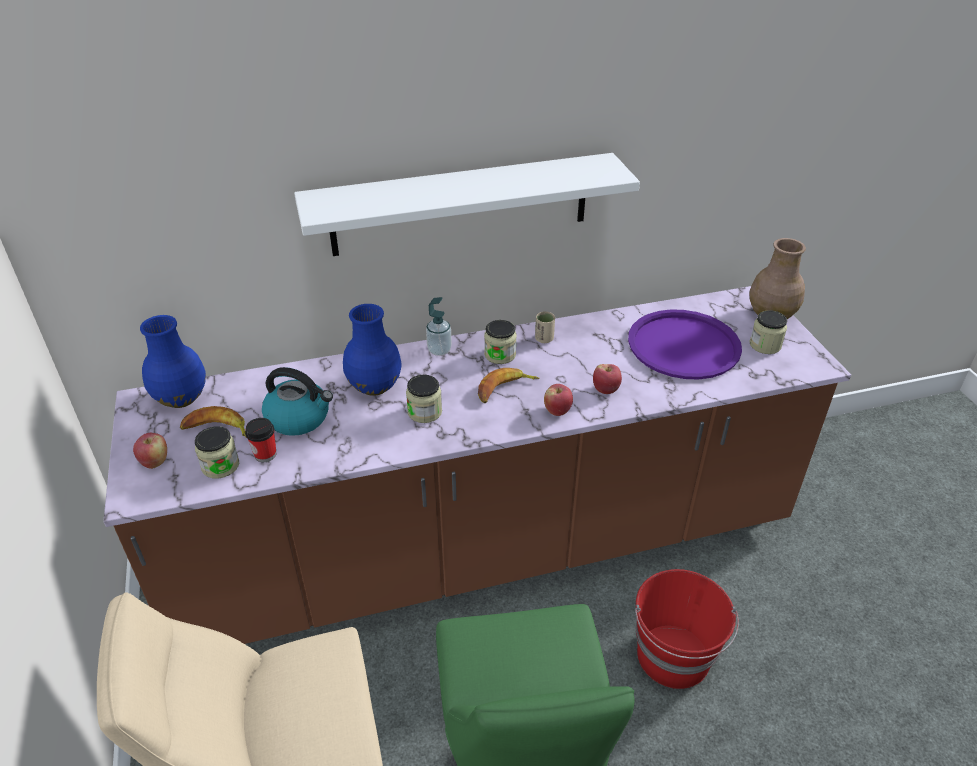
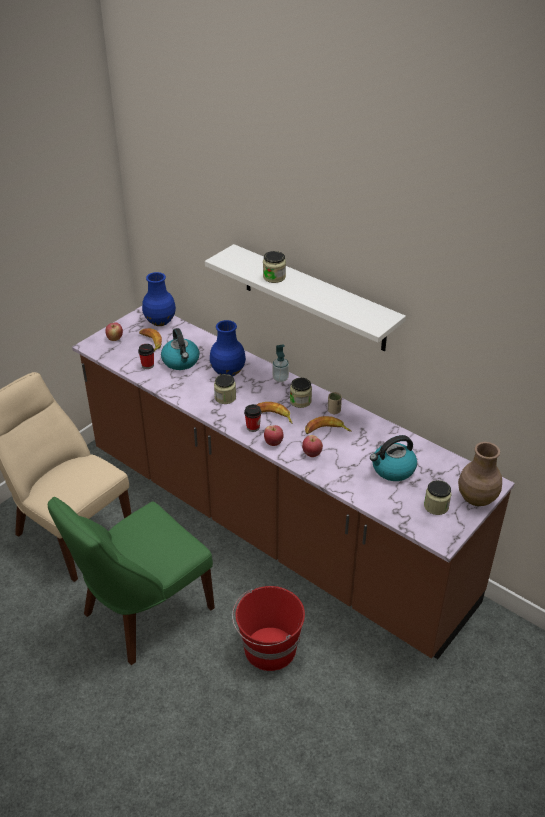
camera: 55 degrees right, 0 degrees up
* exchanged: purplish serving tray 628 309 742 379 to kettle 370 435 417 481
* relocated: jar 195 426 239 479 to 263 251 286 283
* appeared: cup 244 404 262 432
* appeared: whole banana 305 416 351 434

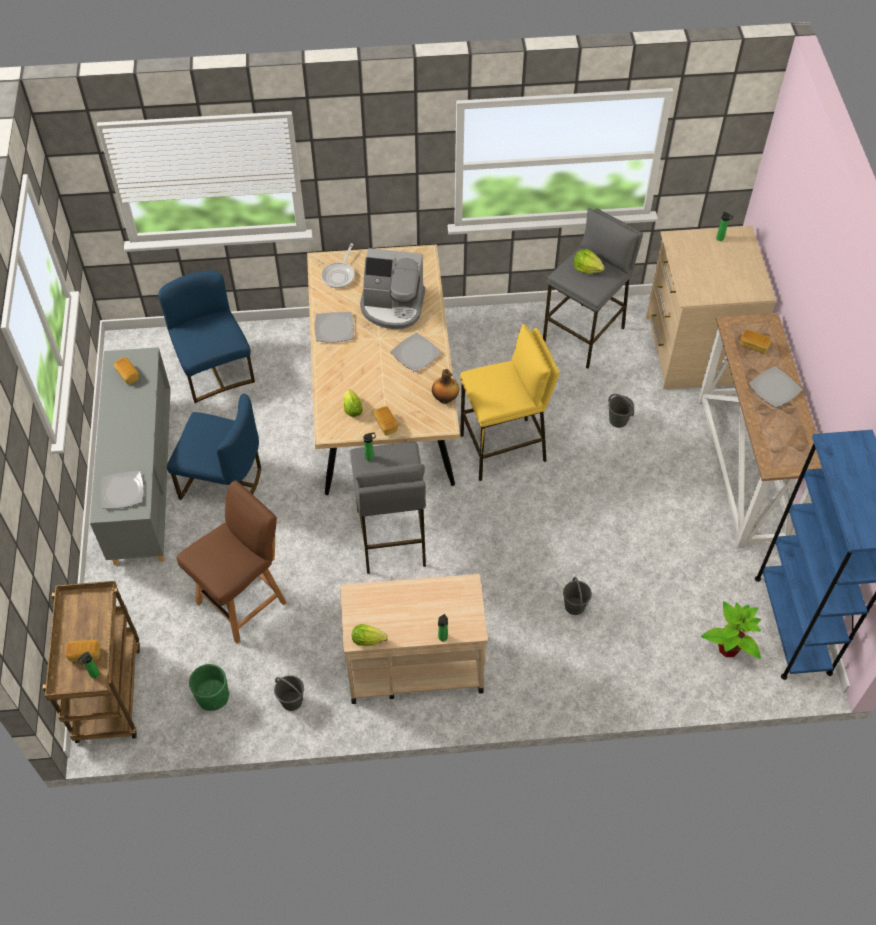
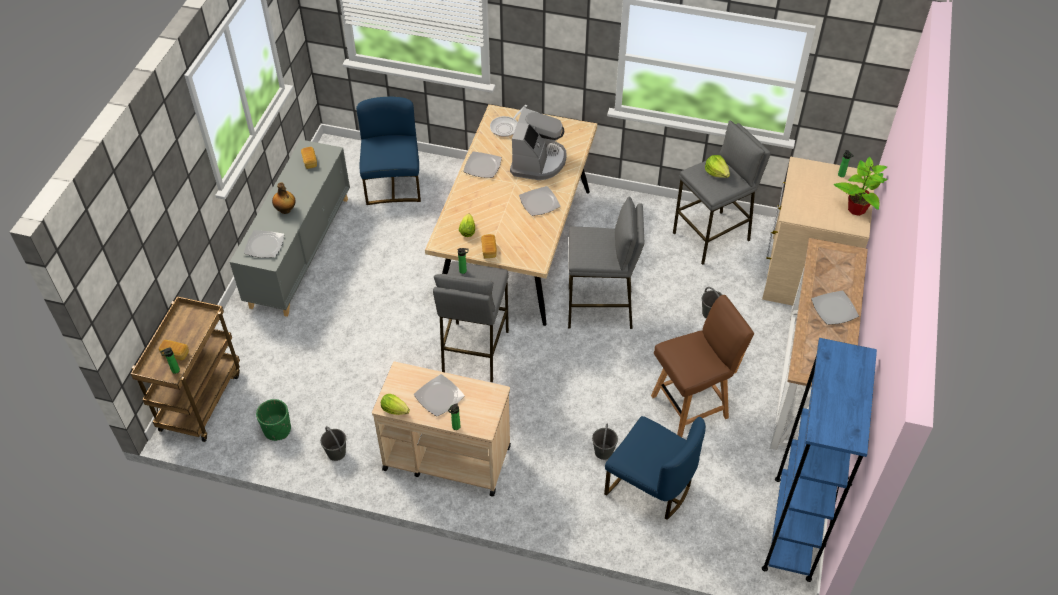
camera: 20 degrees right, 5 degrees down
* spun: coffee maker 360 248 425 329 = 510 107 566 180 105 degrees counterclockwise
* colour: yellowish stool seat 460 324 560 481 to gray stool seat 568 196 644 329
* missing: bread 740 330 771 353
* relocated: bottle 432 369 459 404 to 272 182 296 214
* relocated: blue upright chair 167 393 261 500 to 604 416 706 520
* relocated: brown-coloured upright chair 177 481 287 644 to 651 295 754 437
* relocated: houseplant 701 602 761 659 to 834 157 888 216
* appeared: dinner plate 414 374 465 417

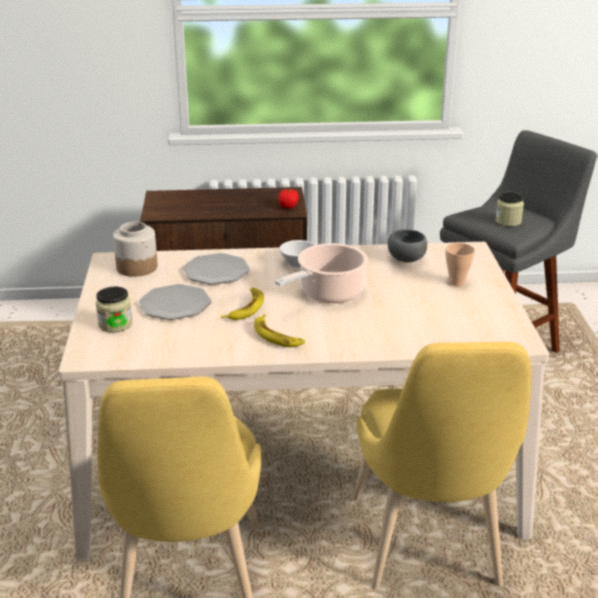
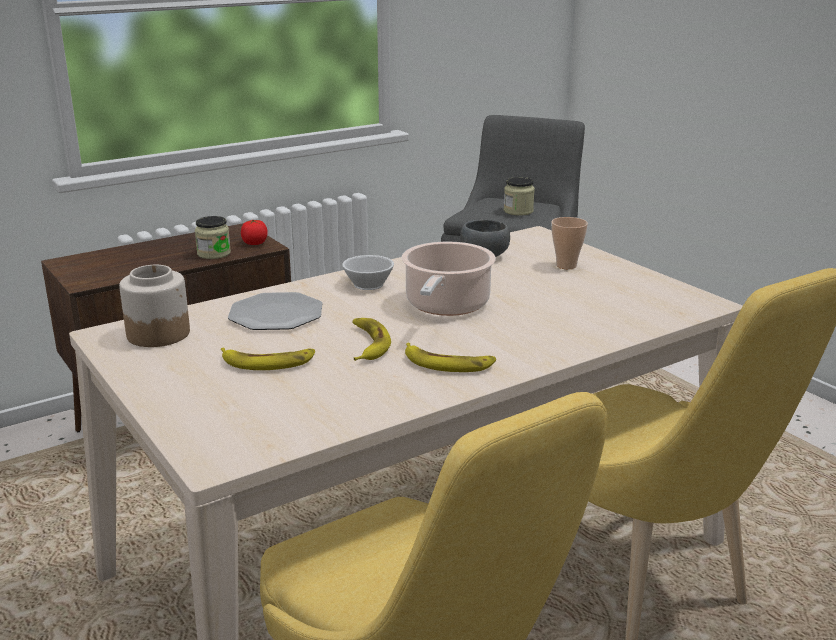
camera: 30 degrees left, 5 degrees down
* exchanged: dinner plate 139 284 211 320 to whole banana 221 348 315 370
* relocated: jar 96 286 132 333 to 195 216 231 259

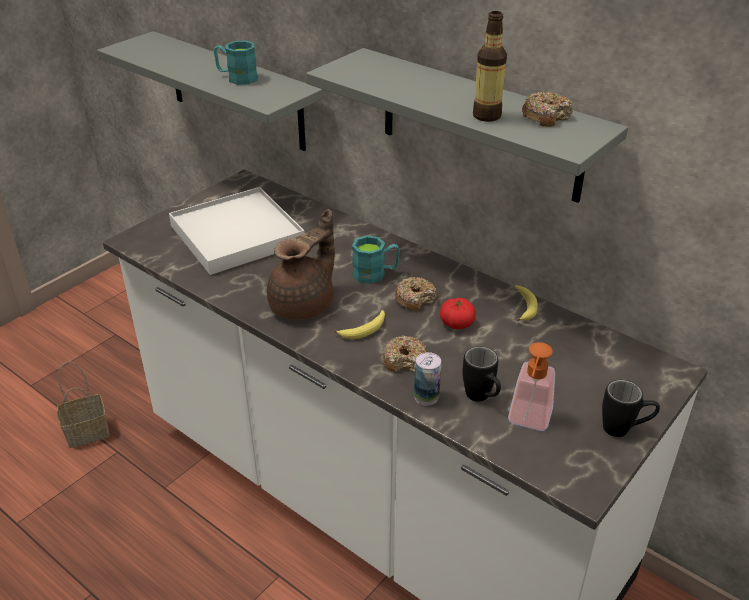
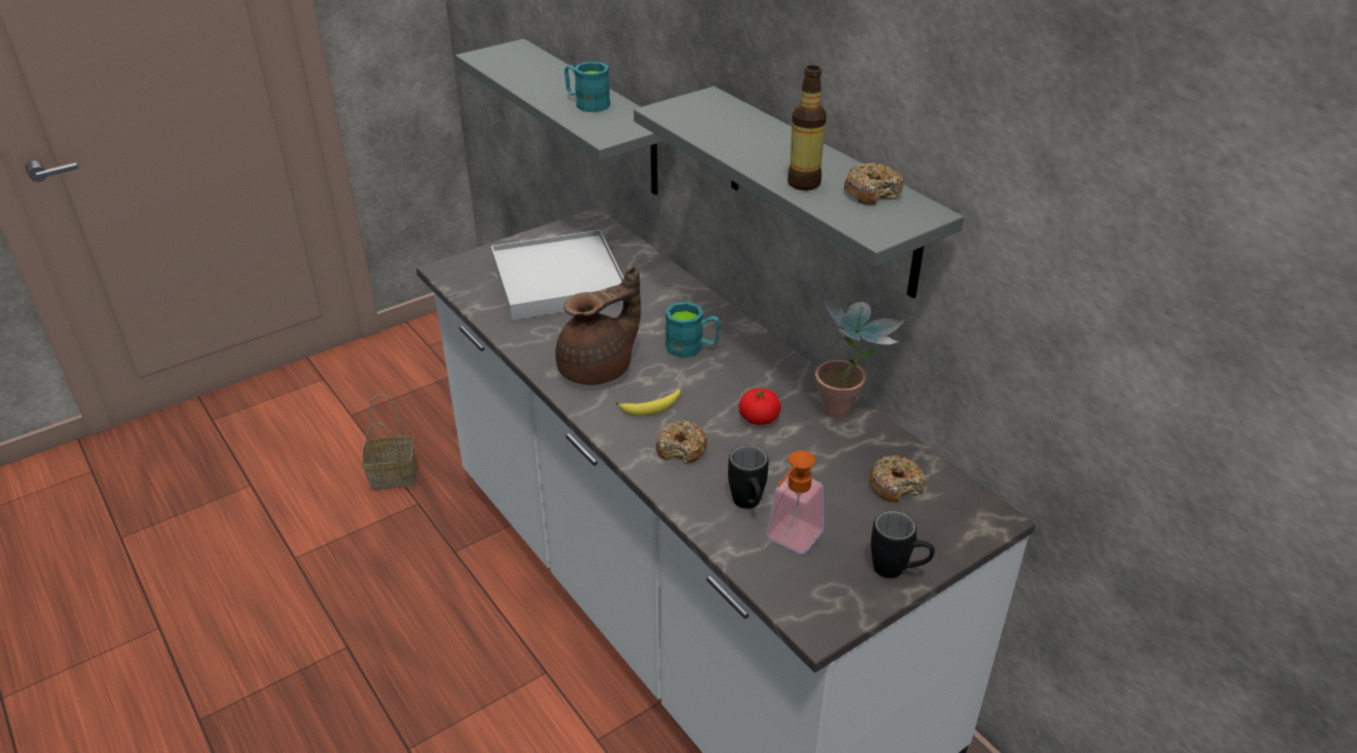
camera: 15 degrees right, 0 degrees up
* relocated: doughnut 395 277 437 311 to 869 455 925 502
* exchanged: whole banana 514 285 538 321 to houseplant 815 299 905 418
* missing: sealed can 414 352 441 406

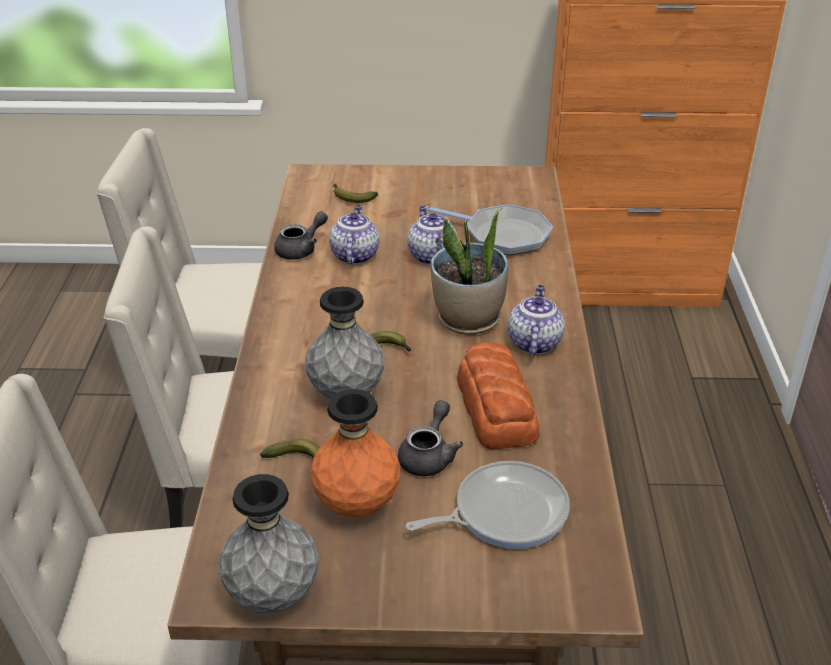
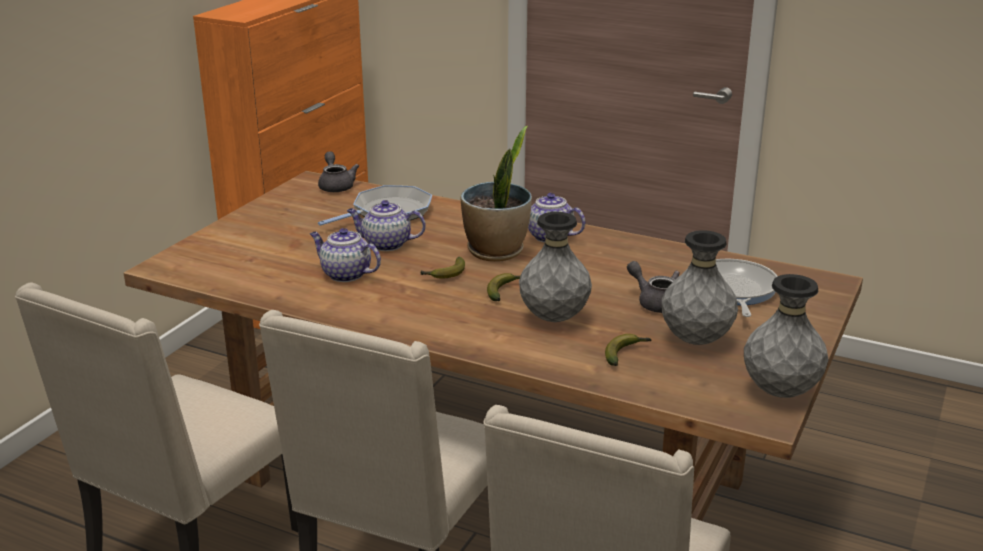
camera: 65 degrees left, 10 degrees down
* relocated: whole banana 333 183 378 203 to 420 257 465 278
* relocated: gray pot for tea 274 211 328 260 to 318 151 359 192
* missing: bread 457 342 540 450
* colour: orangey flower vase 310 389 401 518 to gray flower vase 662 230 738 345

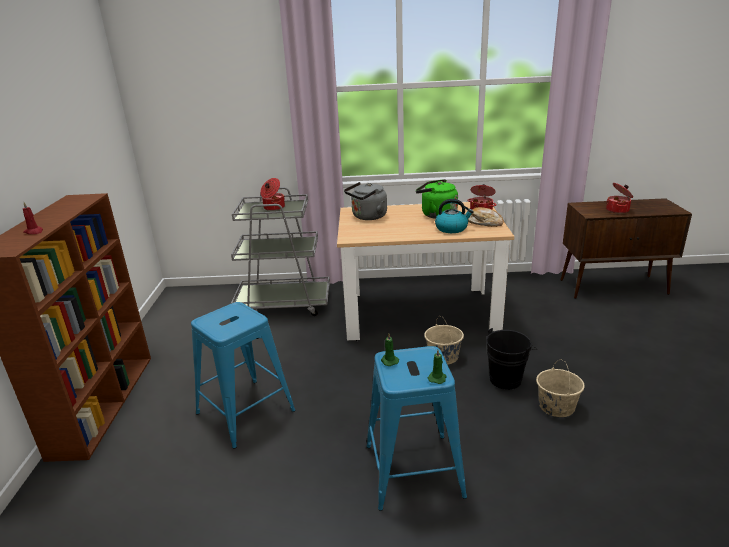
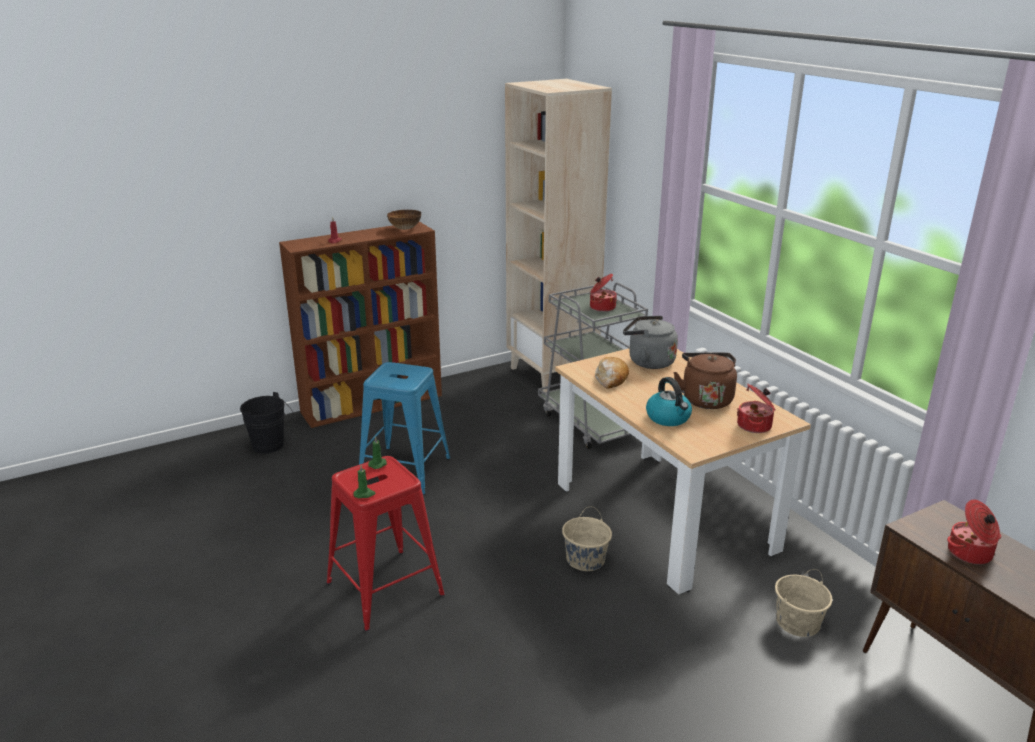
camera: 60 degrees right, 0 degrees up
* colour: green kettle 416 179 458 219 to brown-coloured kettle 673 353 737 409
* relocated: bread 468 207 504 227 to 595 357 629 389
* relocated: black pail 486 328 538 390 to 240 392 293 454
* colour: blue stool seat 367 346 467 511 to red stool seat 326 456 445 631
* relocated: sand-coloured pail 536 360 585 417 to 775 569 832 637
* appeared: sand-coloured bookshelf 505 79 612 392
* appeared: bowl 387 210 421 230

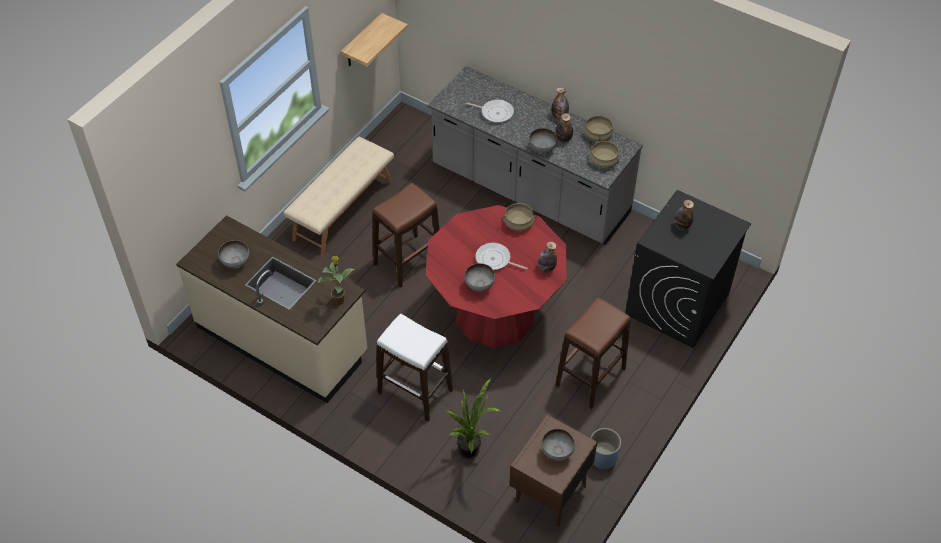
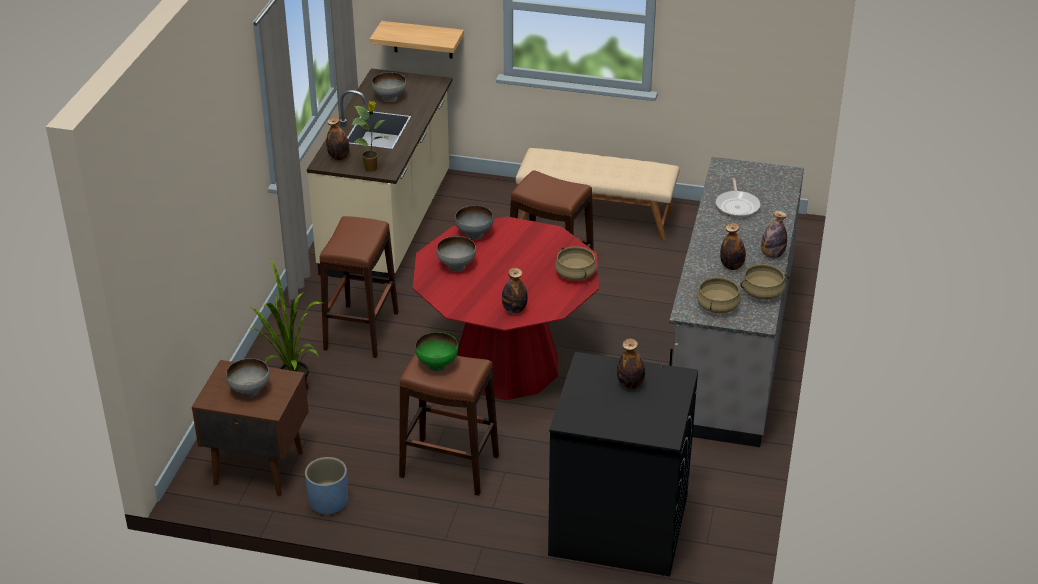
camera: 70 degrees right, 15 degrees down
* relocated: shelf 341 13 408 66 to 370 21 464 59
* relocated: gray bowl 529 128 558 154 to 455 205 494 240
* missing: skillet 475 243 528 270
* colour: whitish stool seat 377 314 453 422 to brown-coloured stool seat 320 216 399 358
* appeared: bottle 326 117 350 160
* appeared: green bowl 415 332 458 371

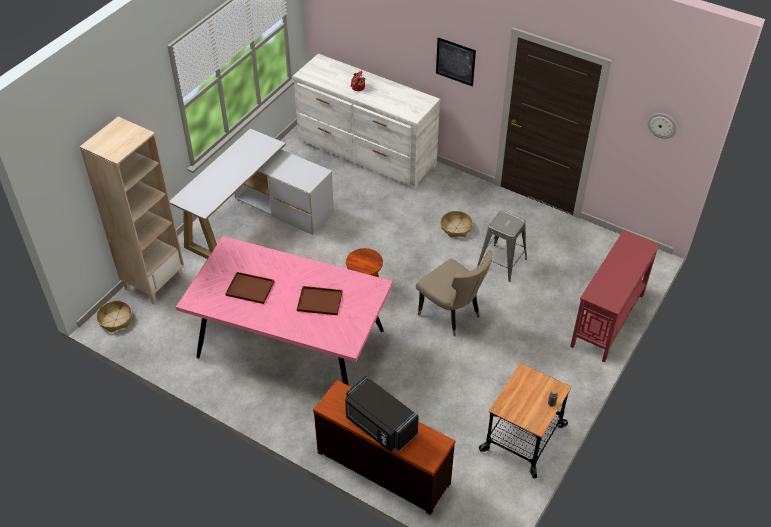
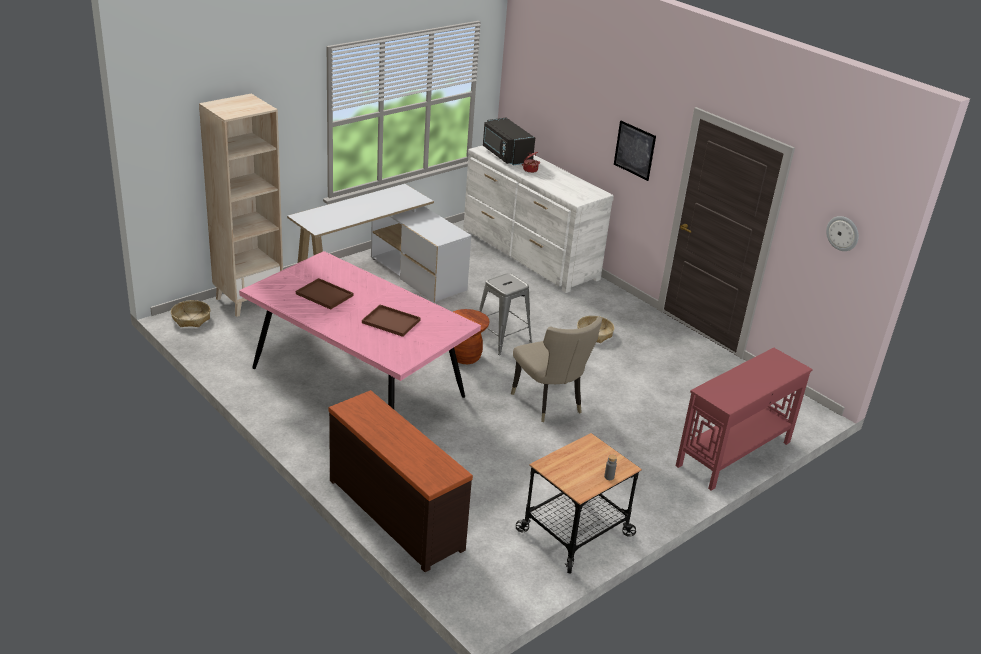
camera: 15 degrees right, 15 degrees down
* relocated: gray stool seat 477 211 527 282 to 479 273 532 355
* relocated: black microwave 345 376 419 452 to 483 118 535 165

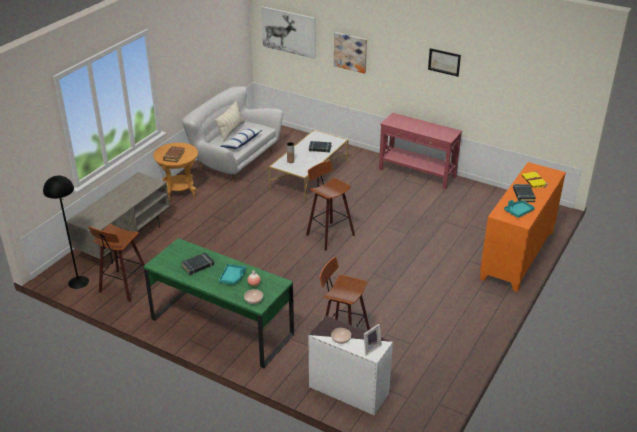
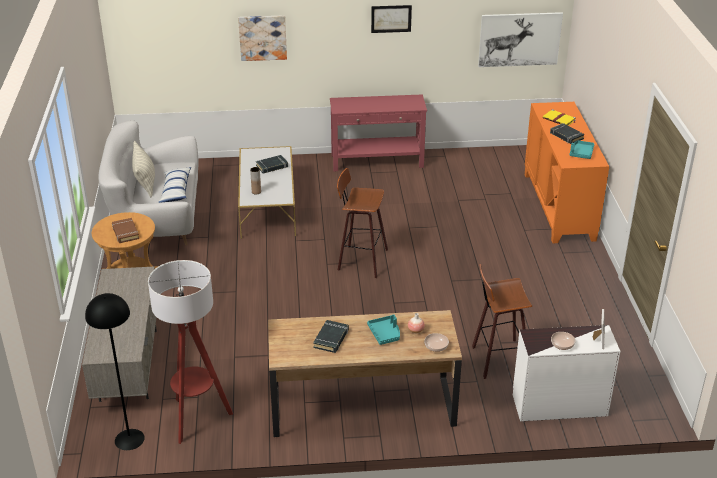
camera: 35 degrees left, 0 degrees up
* relocated: picture 261 6 316 59 to 478 12 563 67
* exchanged: stool seat 88 224 145 302 to standing lamp 148 260 233 444
* colour: green desk 143 238 294 369 to brown-coloured desk 268 310 462 437

